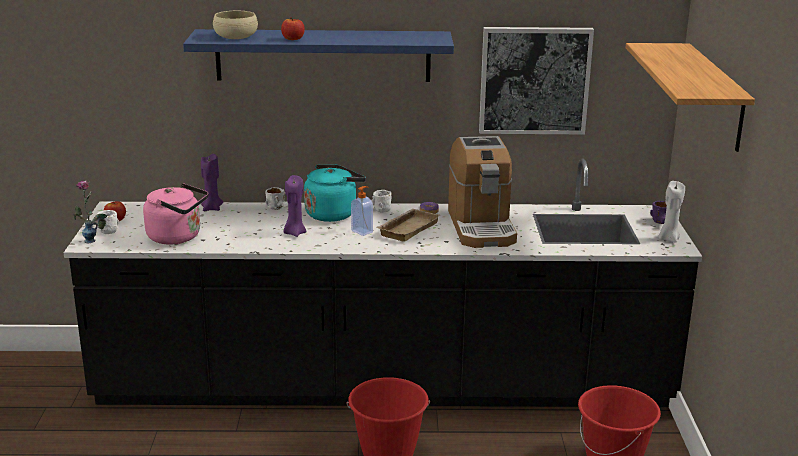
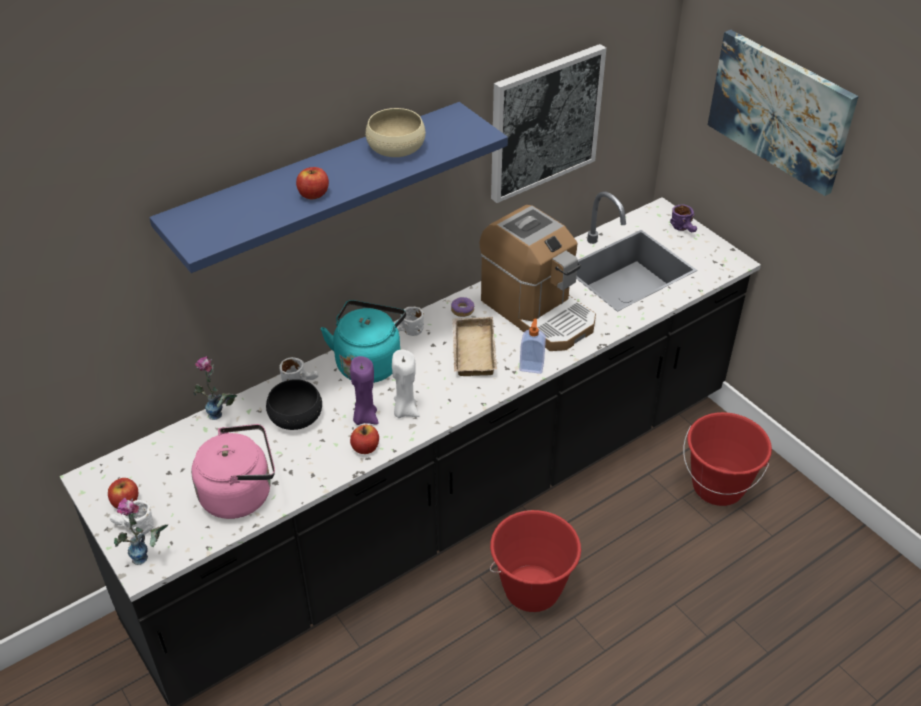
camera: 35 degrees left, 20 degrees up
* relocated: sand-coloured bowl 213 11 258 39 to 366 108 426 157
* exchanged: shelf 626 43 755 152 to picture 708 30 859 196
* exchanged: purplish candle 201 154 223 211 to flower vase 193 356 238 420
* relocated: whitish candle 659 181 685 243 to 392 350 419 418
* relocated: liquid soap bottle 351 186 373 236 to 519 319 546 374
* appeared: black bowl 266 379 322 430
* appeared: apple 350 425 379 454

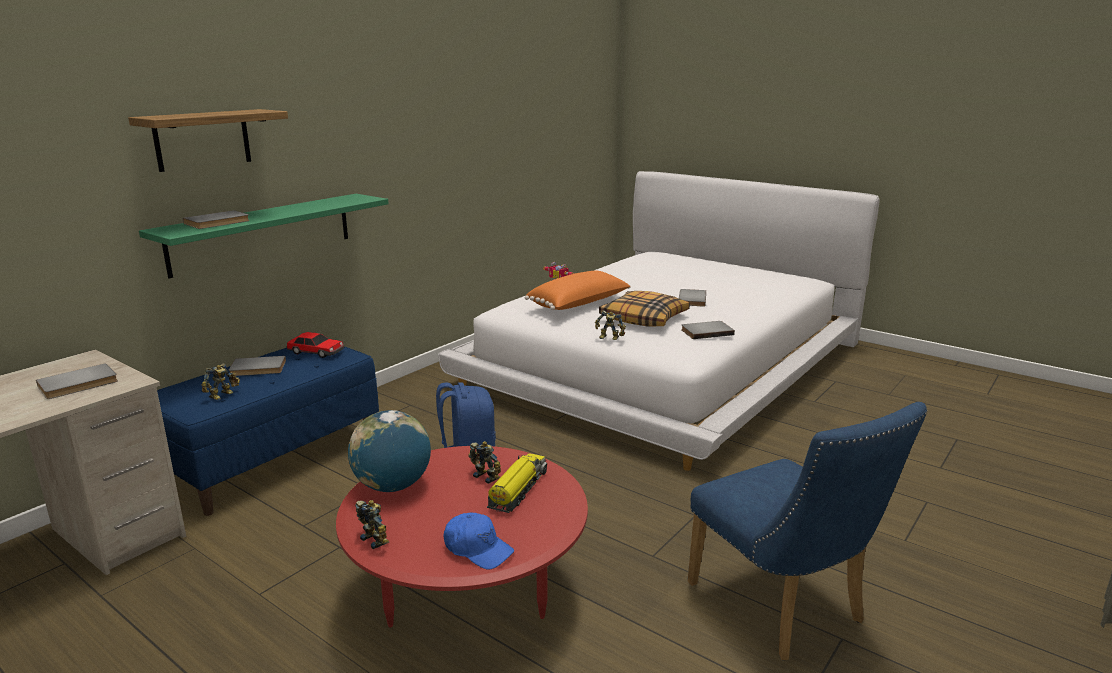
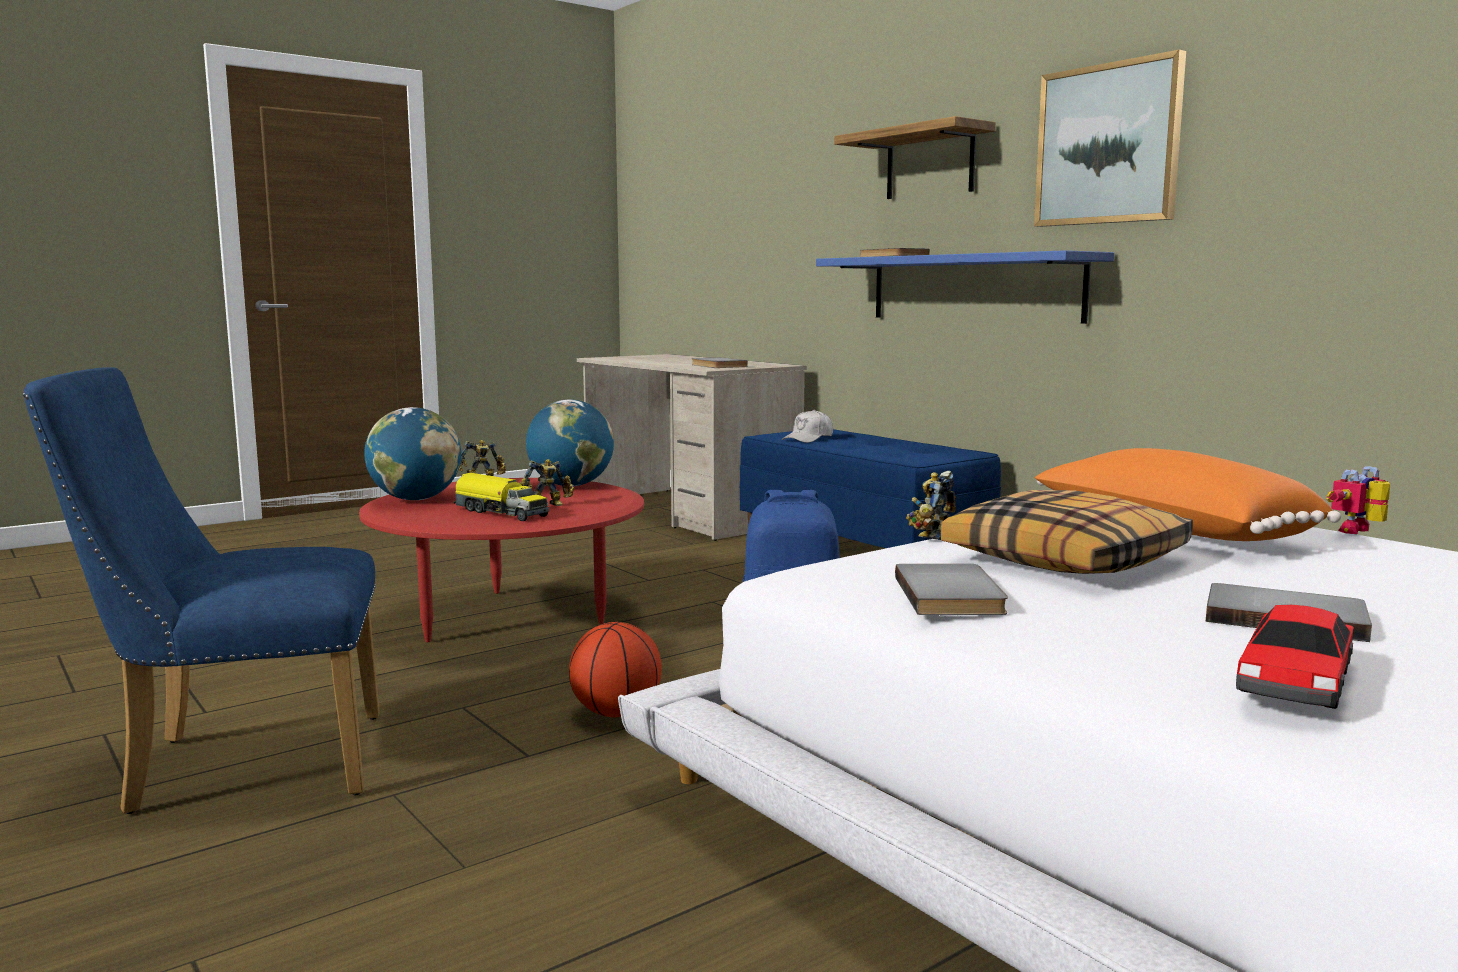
camera: 105 degrees right, 10 degrees down
* colour: green shelf 139 194 389 279 to blue shelf 816 250 1114 324
* relocated: toy car 286 332 344 358 to 1236 605 1354 709
* missing: gray bound book 229 356 286 376
* exchanged: robot figure 201 363 240 400 to whitish cap 782 410 833 443
* exchanged: blue cap 444 512 514 569 to desk globe 364 407 461 500
* appeared: picture 1034 49 1186 227
* appeared: ball for basketball 569 622 662 718

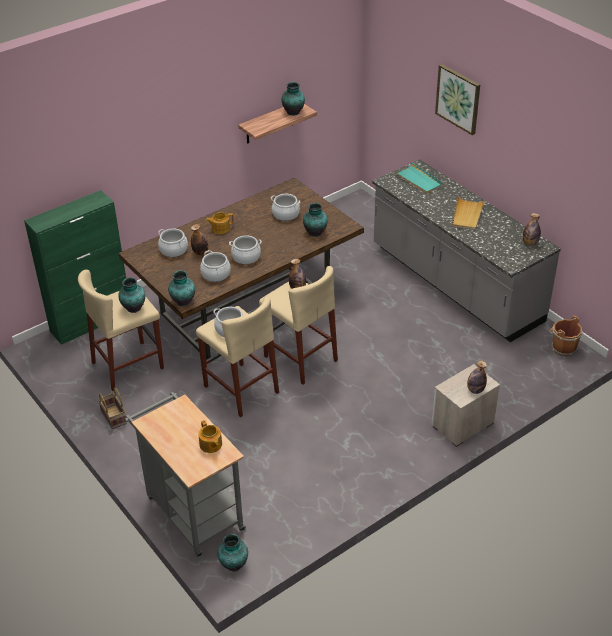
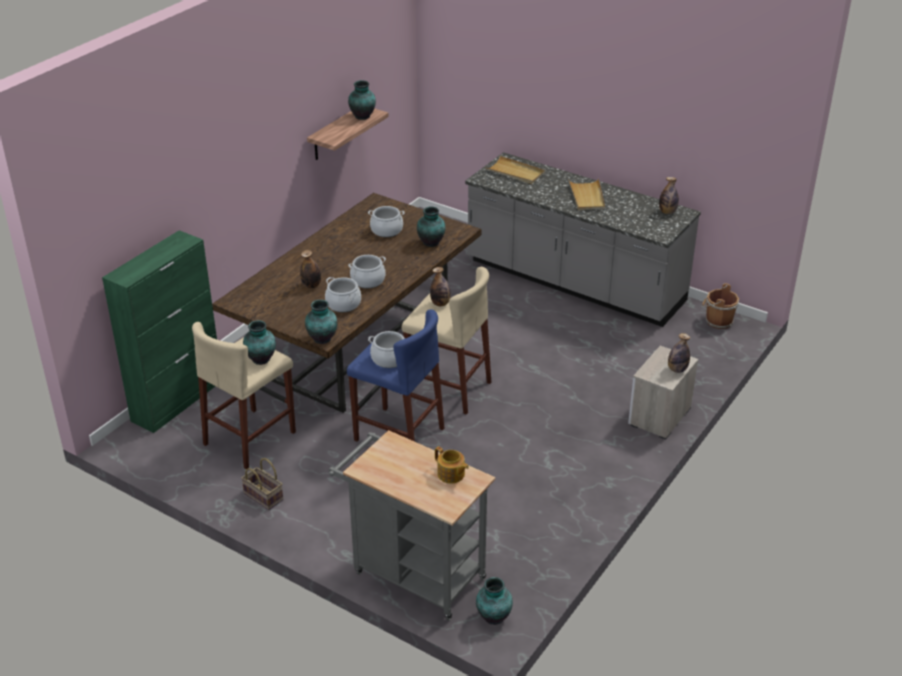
camera: 20 degrees left, 5 degrees down
* missing: picture 435 64 480 135
* colour: turquoise-coloured serving tray 394 163 443 194 to sand-coloured serving tray 485 156 545 184
* missing: pot for tea 206 212 234 234
* missing: stockpot 158 229 188 257
* colour: sand-coloured stool seat 196 297 279 417 to blue stool seat 347 309 444 442

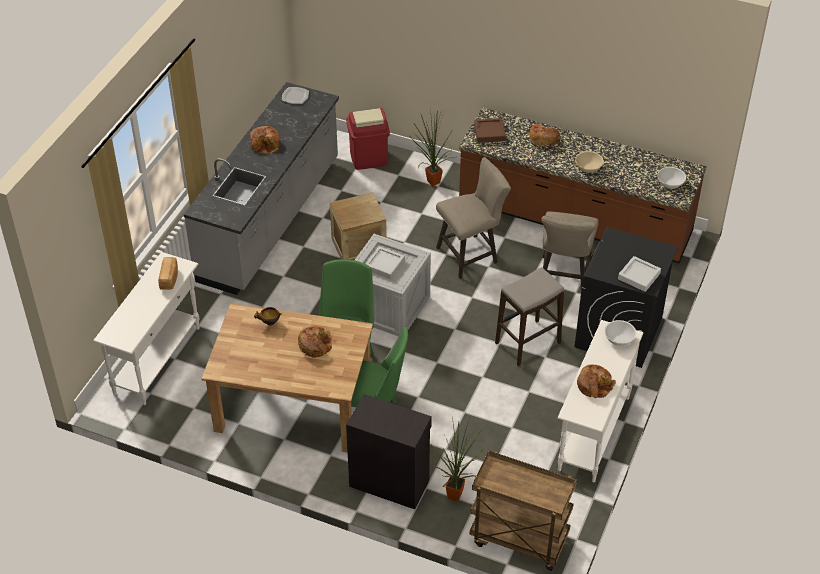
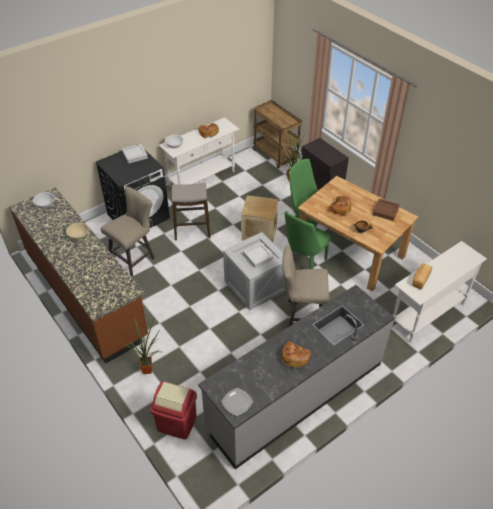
camera: 150 degrees left, 0 degrees up
* relocated: brown-coloured serving tray 474 118 506 143 to 373 199 400 221
* missing: bread 529 123 560 147
* relocated: sand-coloured stool seat 436 157 511 279 to 282 246 329 327
* relocated: crate 330 192 387 260 to 241 195 278 243

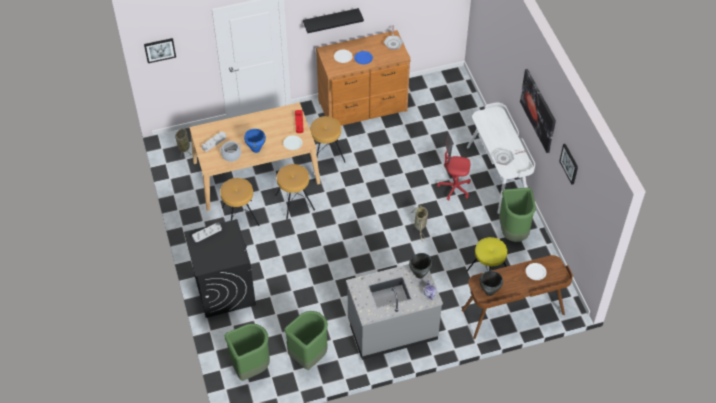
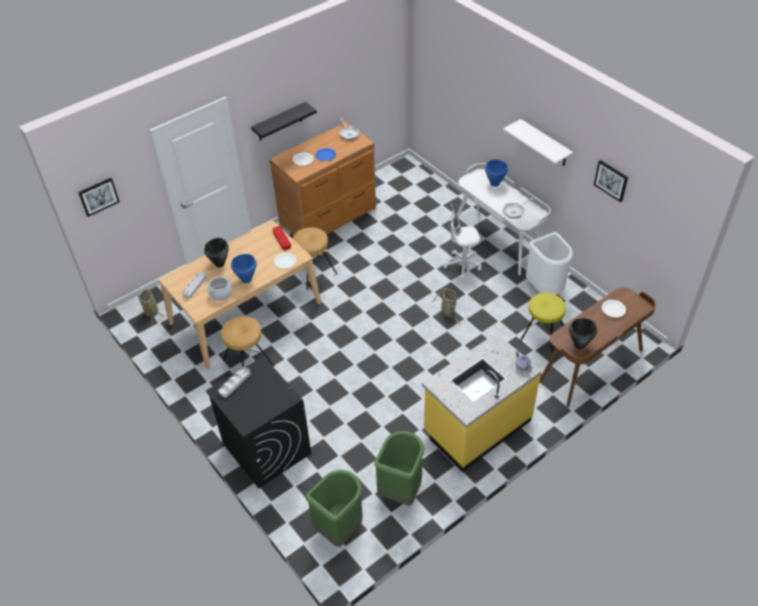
camera: 20 degrees left, 5 degrees down
* exchanged: picture 520 69 556 153 to whitish shelf 503 119 573 165
* colour: red desk chair 437 135 471 201 to whitish desk chair 444 203 482 278
* missing: brown-coloured stool seat 275 164 315 219
* colour: green waste bin 499 188 536 242 to whitish waste bin 526 232 573 295
* relocated: black stockpot 409 253 432 278 to 204 238 229 267
* colour: gray kitchen base unit 346 264 443 360 to yellowish kitchen base unit 422 333 542 472
* appeared: blue stockpot 485 160 508 187

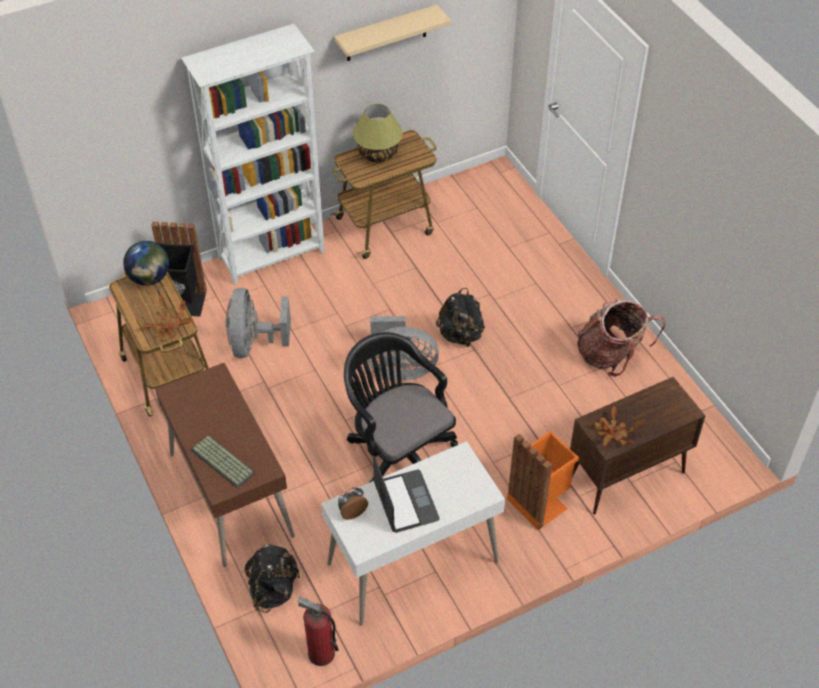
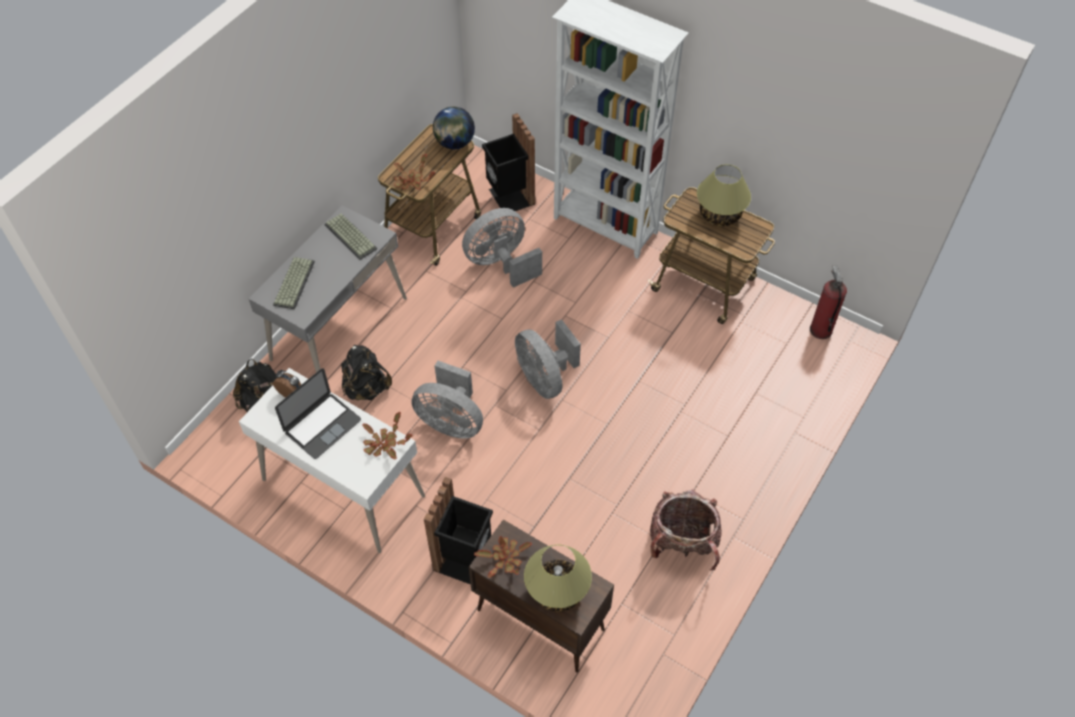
camera: 60 degrees right, 5 degrees up
* missing: sand-coloured shelf 334 5 451 61
* relocated: black knapsack 436 288 485 347 to 341 345 392 400
* exchanged: black desk chair 344 332 458 483 to gray electric fan 411 361 483 439
* colour: brown-coloured desk 155 363 295 567 to gray desk 248 205 407 372
* colour: orangey waste bin 507 431 579 530 to black waste bin 424 477 493 585
* relocated: fire extinguisher 297 596 339 666 to 810 265 847 339
* appeared: computer keyboard 325 214 377 260
* appeared: houseplant 362 412 413 459
* appeared: table lamp 524 544 592 612

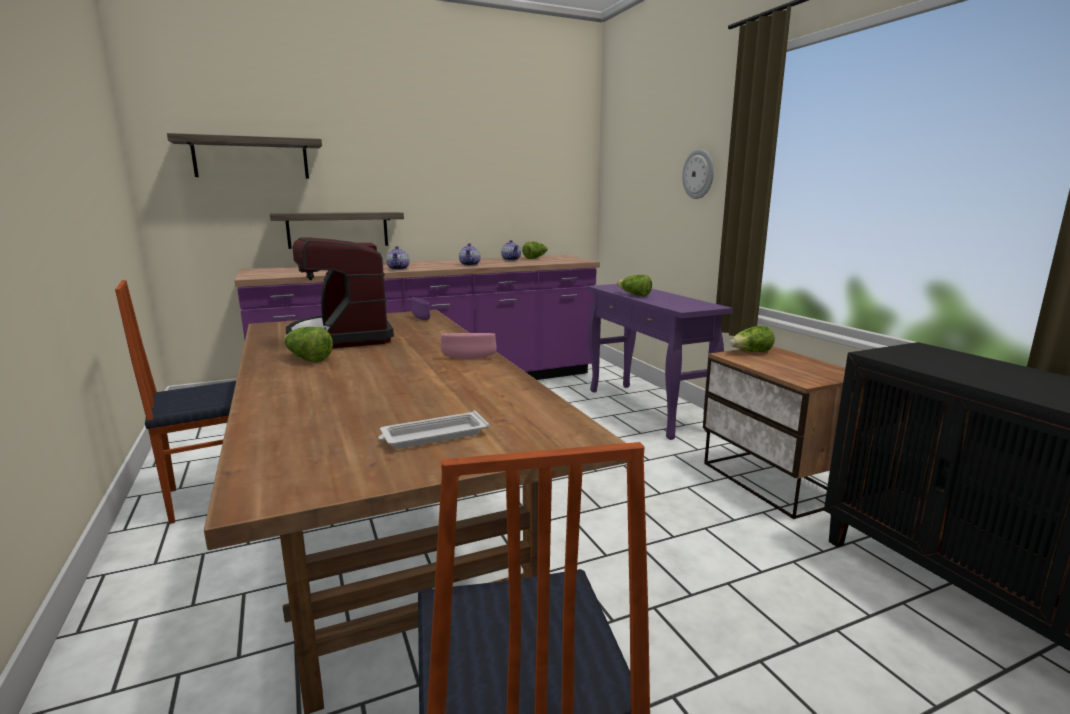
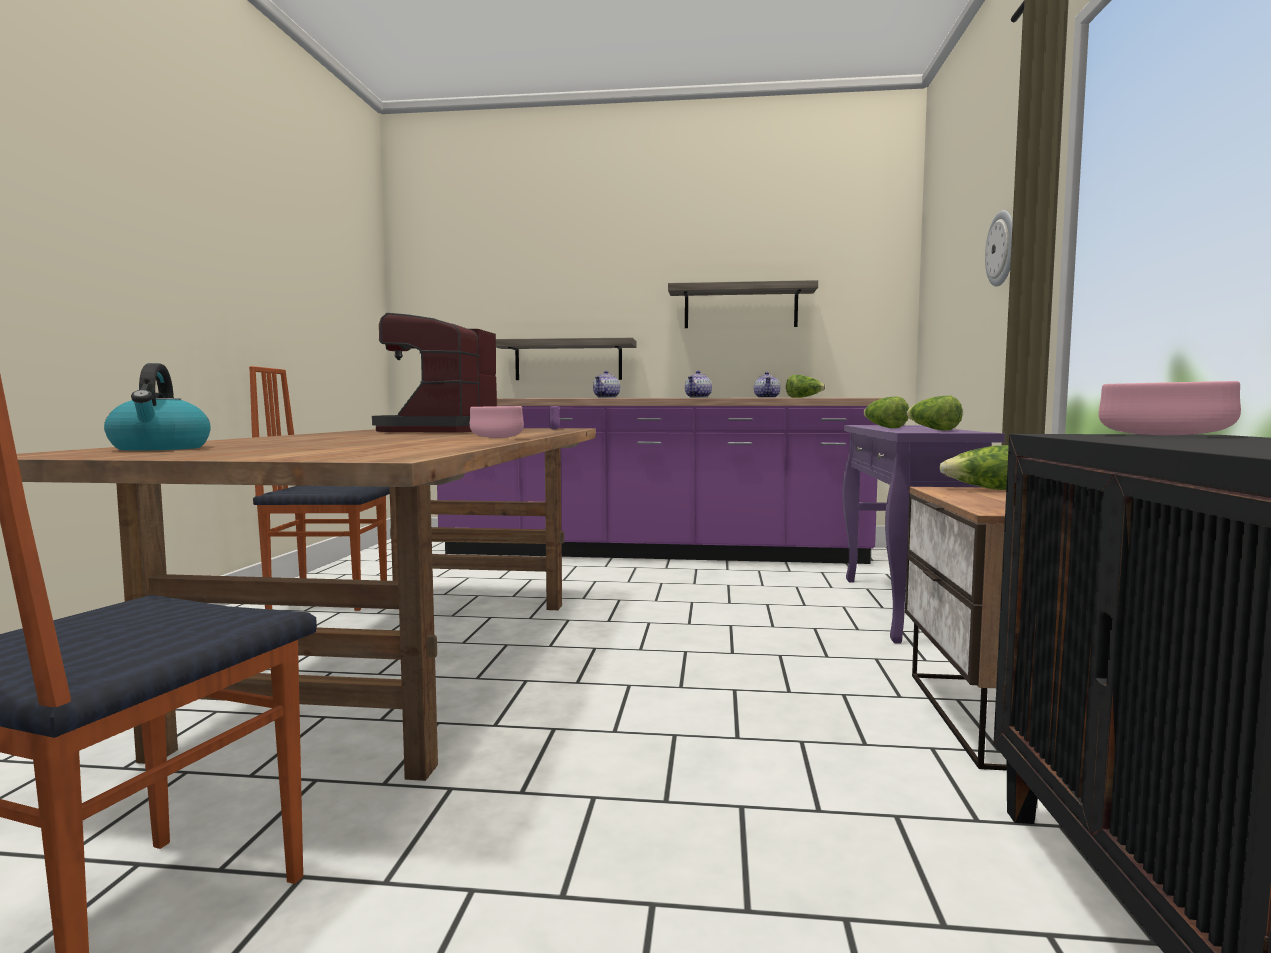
camera: 30 degrees right, 10 degrees down
* relocated: shelf 167 133 322 178 to 668 280 818 328
* relocated: head of lettuce 284 327 333 363 to 906 396 963 430
* missing: whitish serving tray 378 411 489 449
* appeared: kettle 104 363 211 451
* appeared: pink bowl 1099 381 1241 435

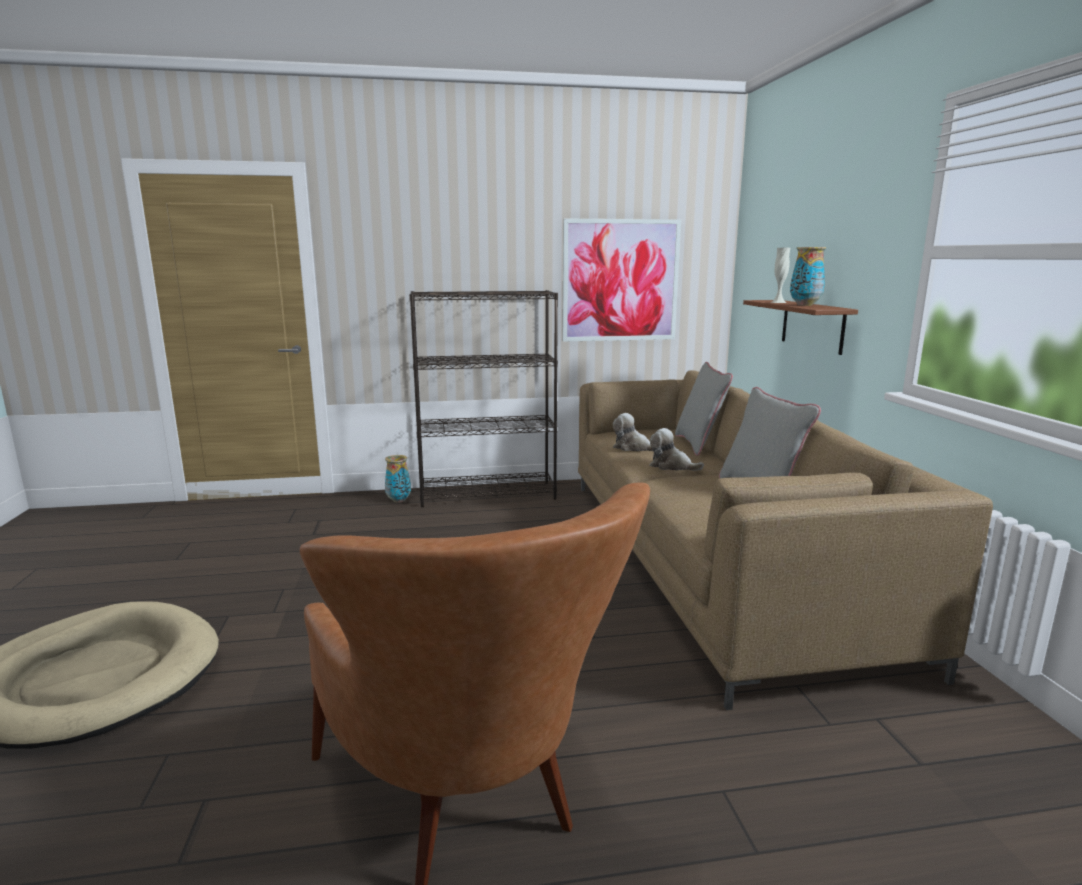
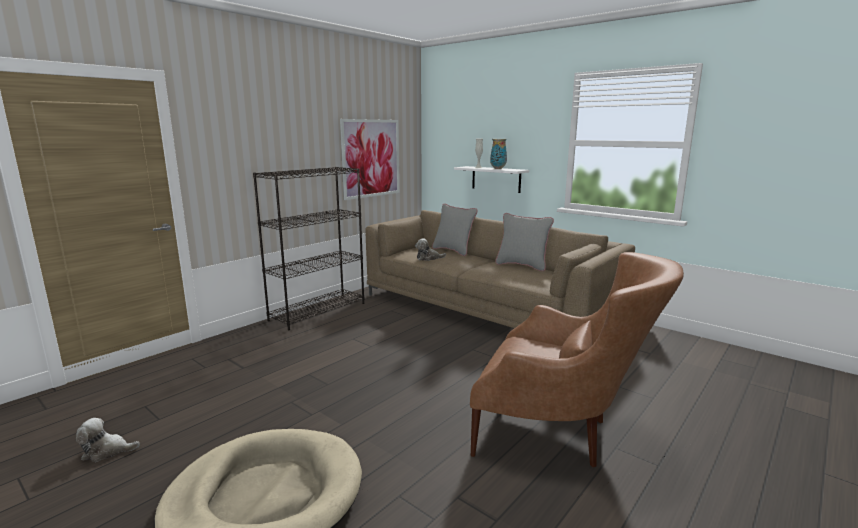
camera: 40 degrees left, 0 degrees up
* colour: brown-coloured shelf 743 300 858 355 to whitish shelf 454 166 529 193
* relocated: soft toy 650 428 704 471 to 76 418 140 462
* missing: flower vase 385 455 411 503

